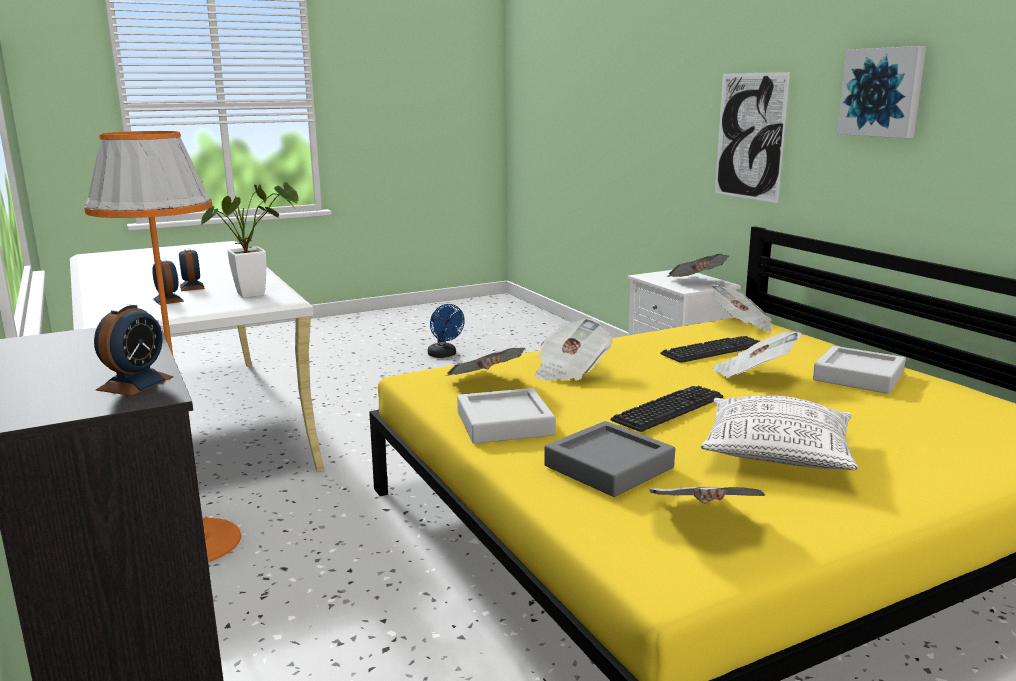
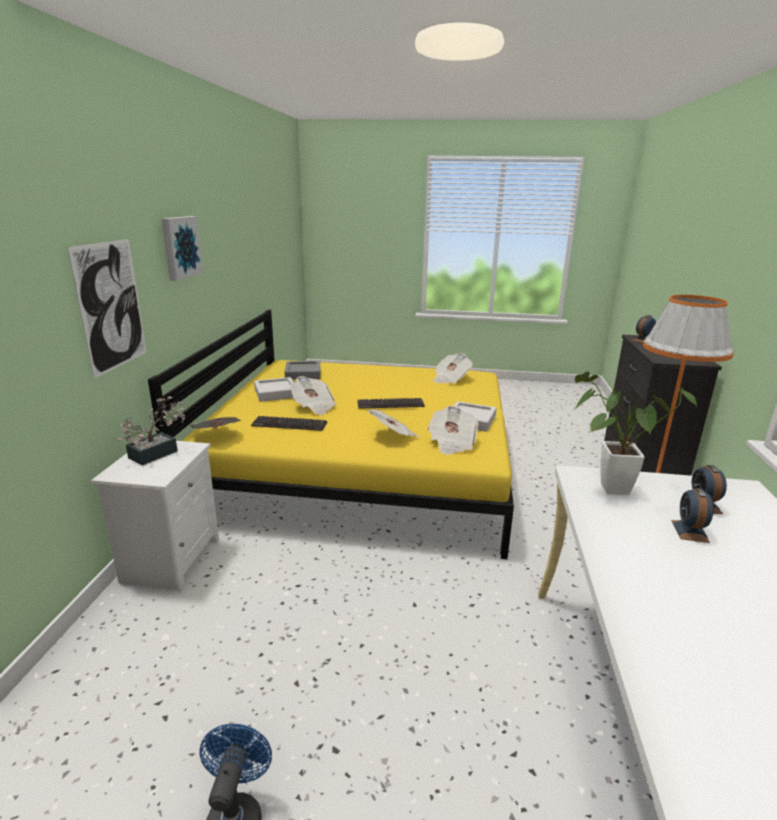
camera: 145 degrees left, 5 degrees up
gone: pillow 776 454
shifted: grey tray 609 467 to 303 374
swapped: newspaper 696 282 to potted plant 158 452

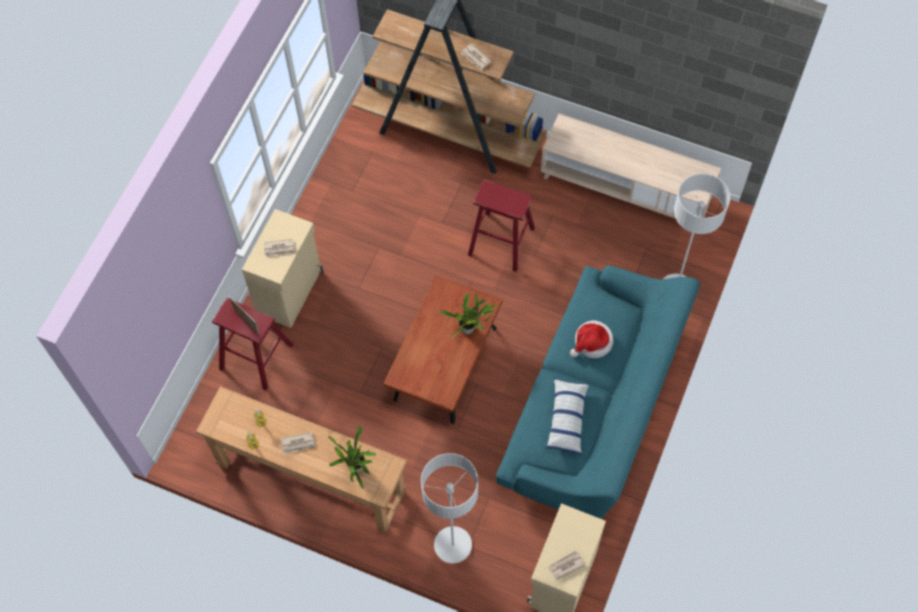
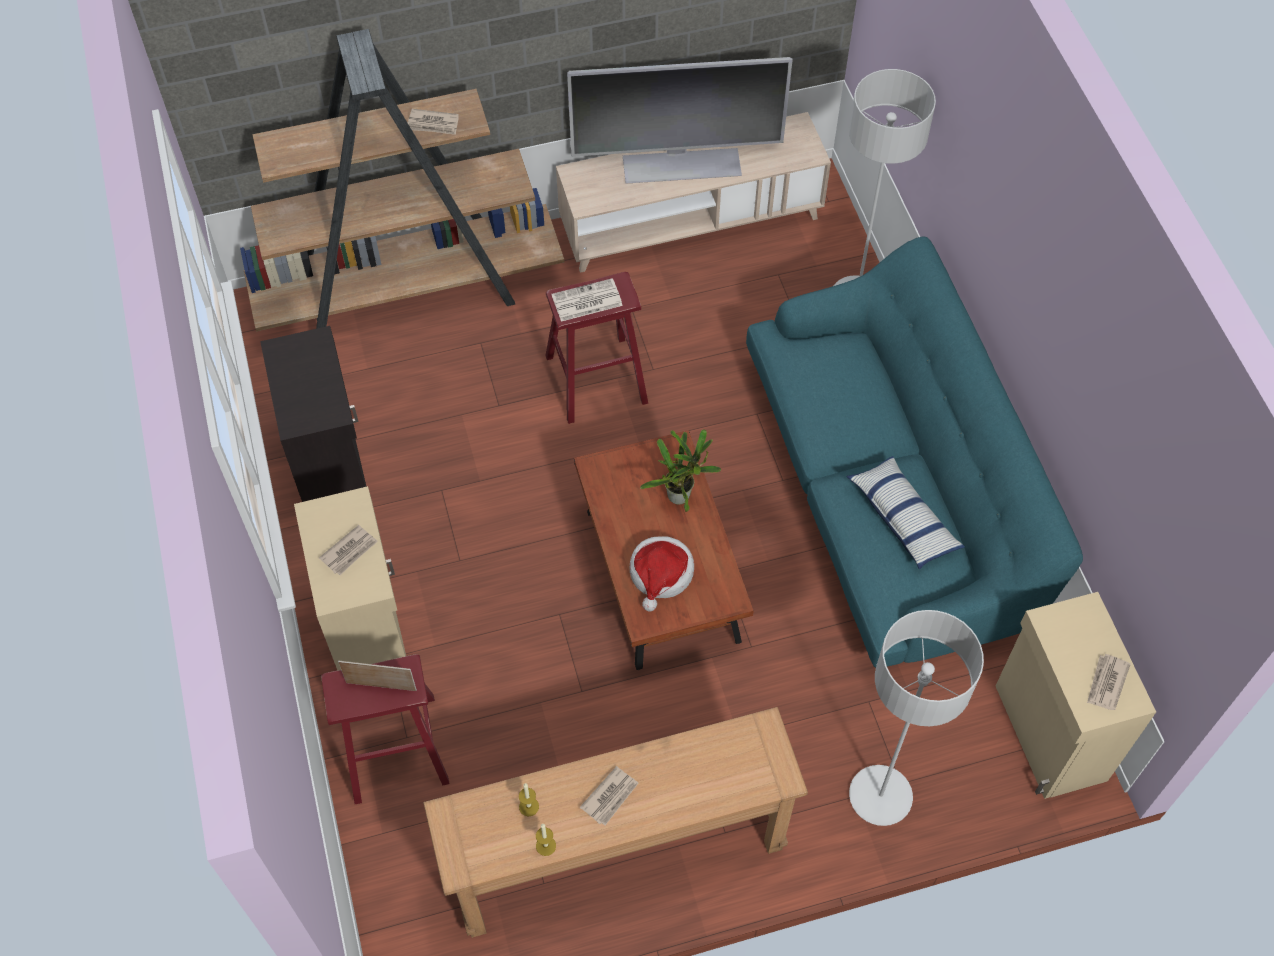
camera: 40 degrees left, 5 degrees down
gone: potted plant 356 469
new: television 681 164; newspaper 586 301; black cabinet 333 471
shifted: hat 592 343 to 661 574

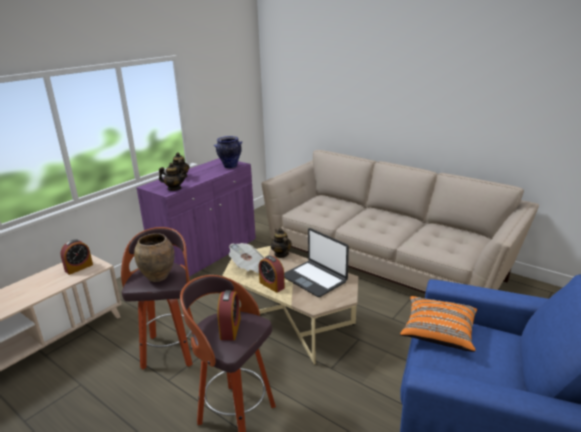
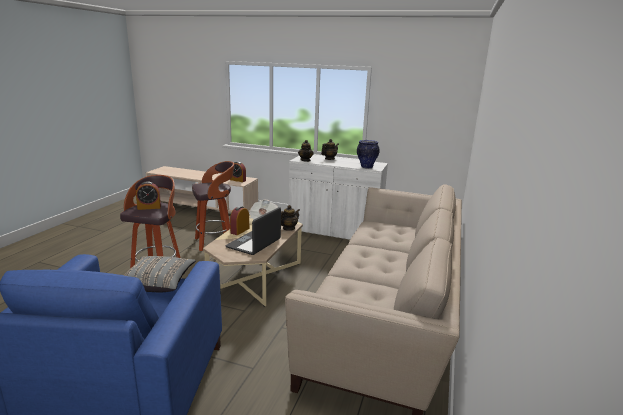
camera: 70 degrees right, 5 degrees down
gone: brown vase 158 277
repainted: purple cabinet 206 254 to white cabinet 335 231; orange pillow 438 333 to grey pillow 158 283

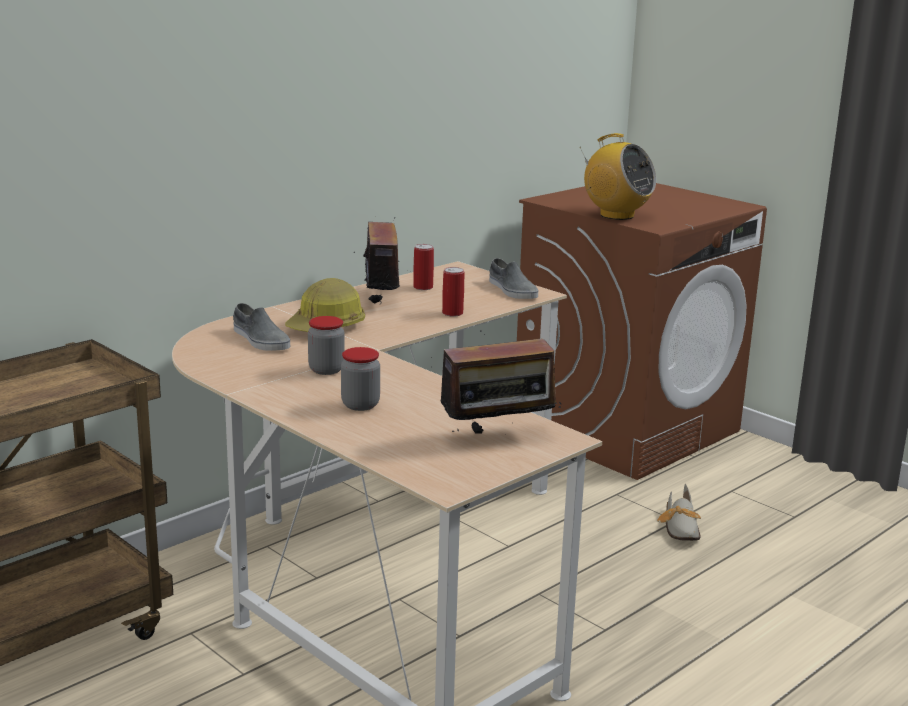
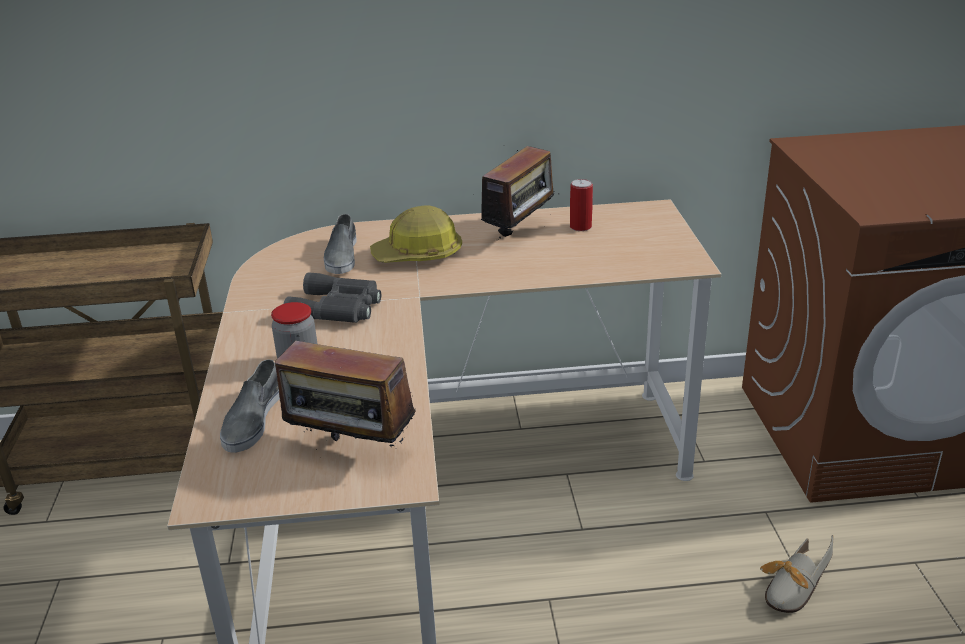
camera: 40 degrees right, 10 degrees up
gone: radio 616 215; can 452 313
shifted: grey shoe 512 290 to 253 419
swapped: jar 326 370 to grey binoculars 338 308

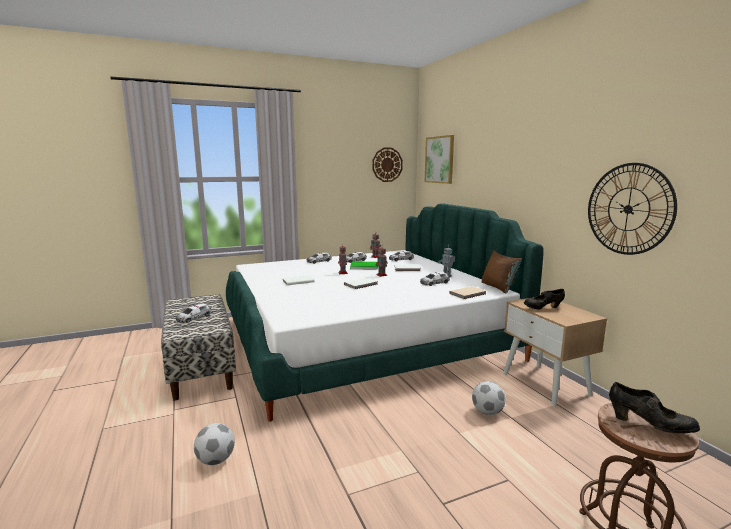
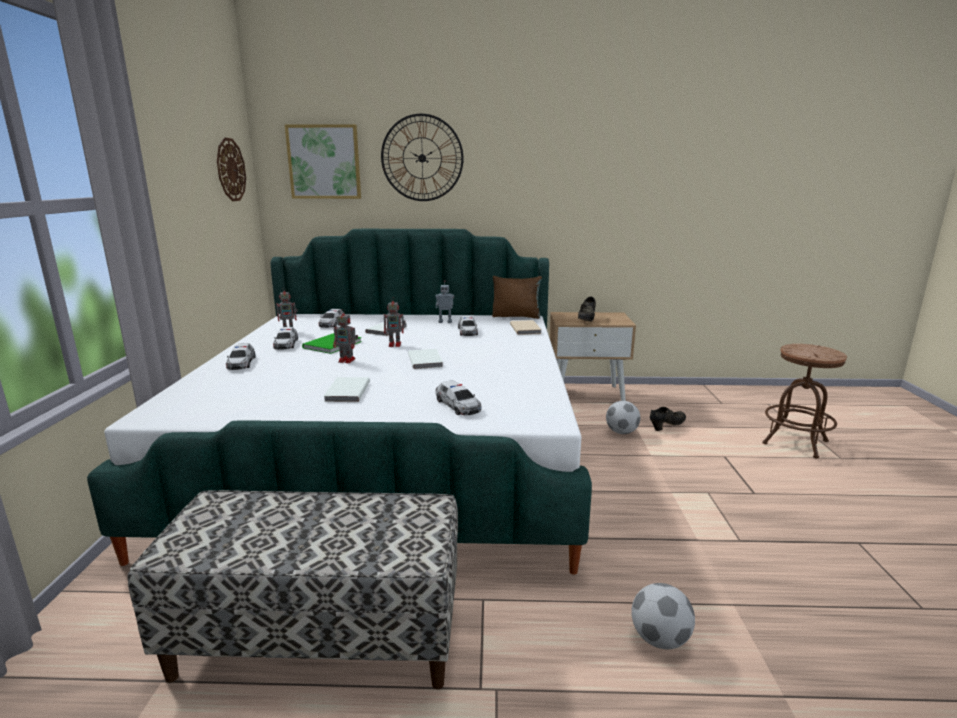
camera: 65 degrees left, 5 degrees up
shifted: wall clock 628 209 to 422 158; toy car 194 317 to 458 405; black shoe 649 425 to 667 426

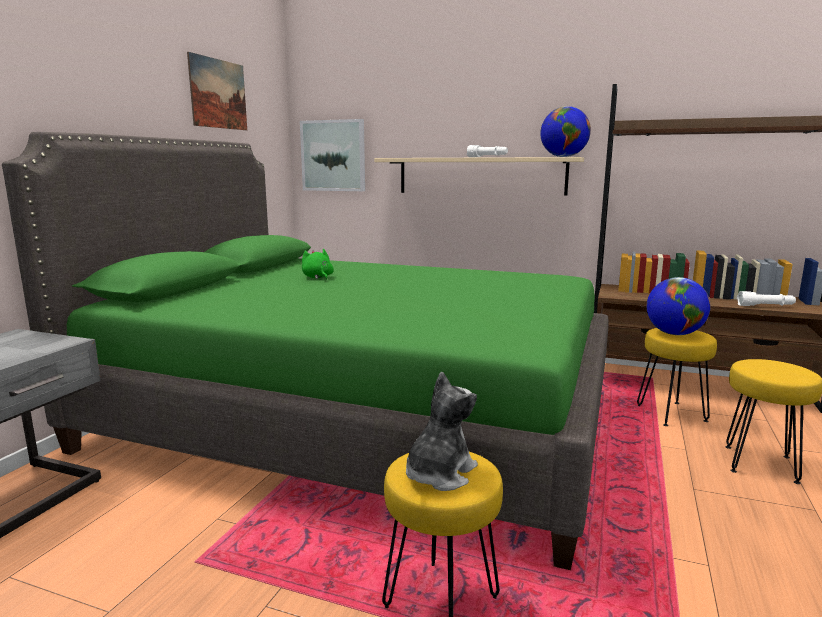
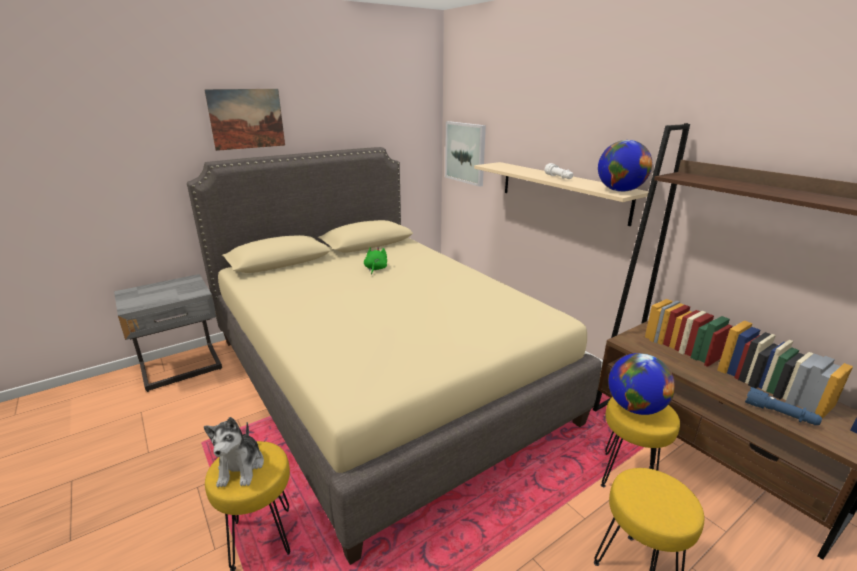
camera: 35 degrees right, 10 degrees up
shifted: picture 218 94 to 247 119
repainted: green bed 358 420 to beige bed 380 378; white flashlight 765 306 to blue flashlight 780 414
rotated: plush toy 439 474 = 241 467 105 degrees clockwise

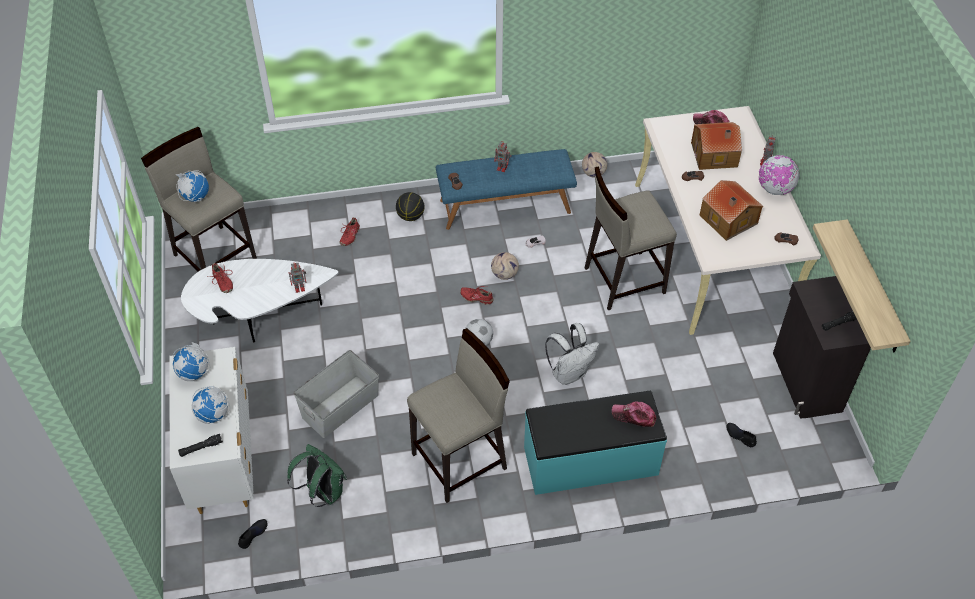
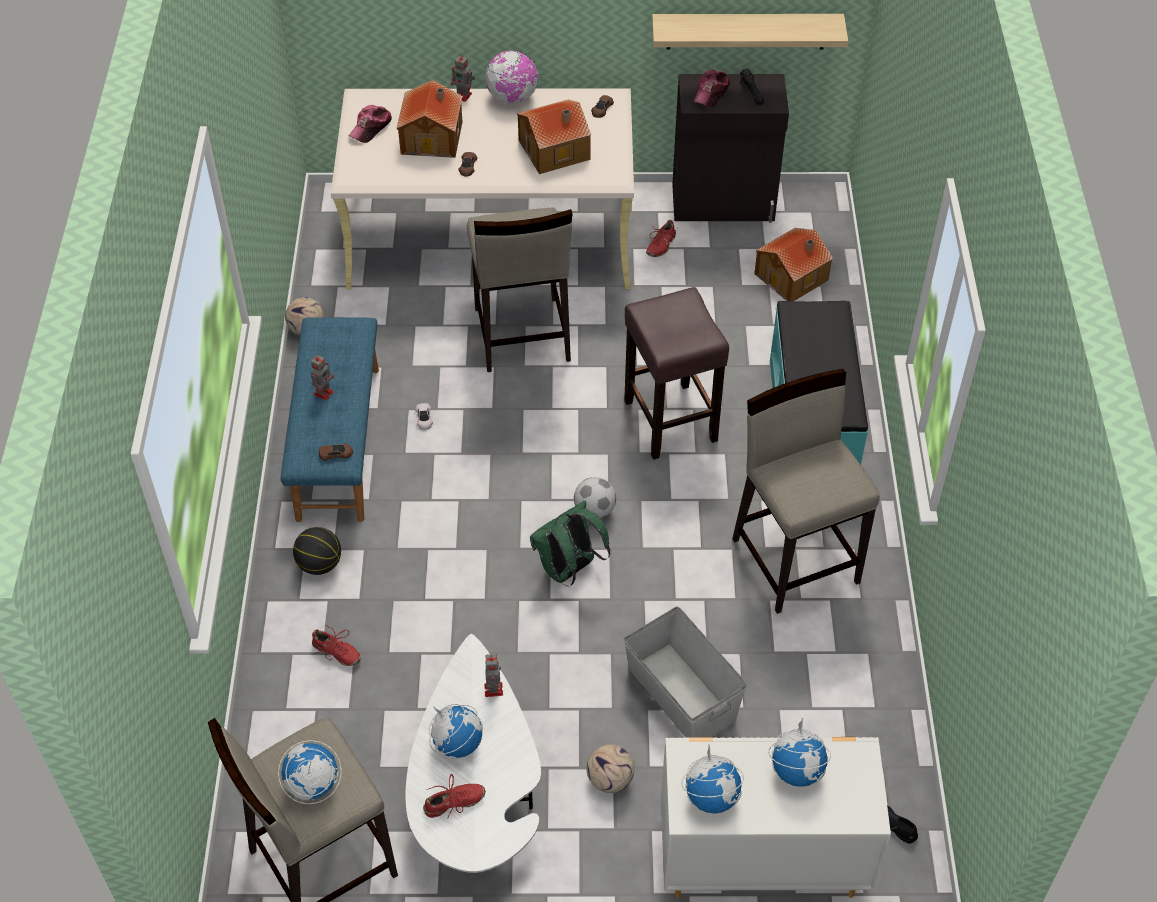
camera: 80 degrees left, 0 degrees up
gone: black flashlight 201 448
new: globe 457 743
shifted: football 505 274 to 609 779; red shoe 476 297 to 660 245; cap 634 416 to 711 92; green backpack 322 492 to 569 569
swapped: white backpack 569 373 to brown stool 669 419; black shoe 740 436 to toy house 793 277

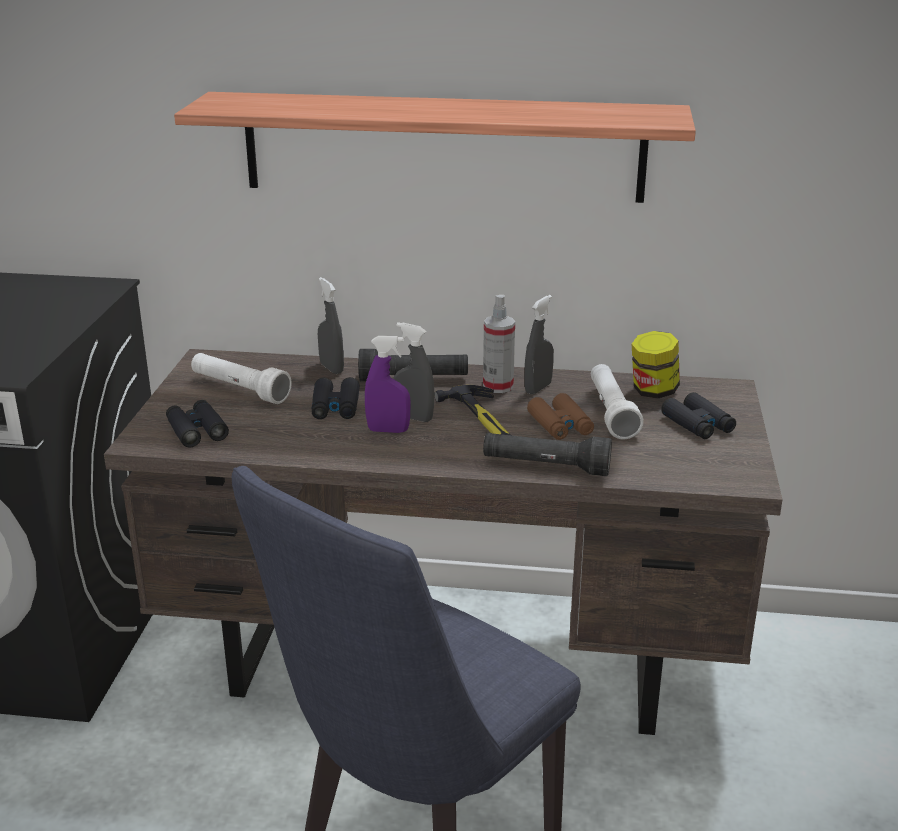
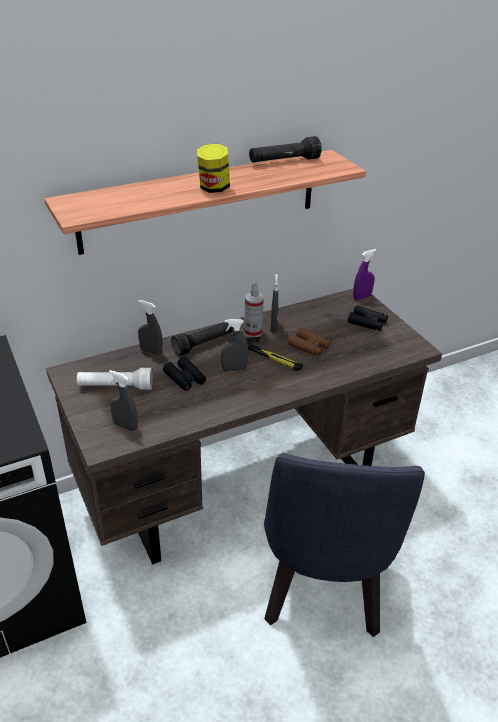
camera: 35 degrees left, 10 degrees up
gone: white flashlight 611 412
shifted: jar 653 391 to 213 188; purple spray bottle 388 430 to 362 297; black flashlight 546 467 to 284 161
swapped: black binoculars 197 431 to grey spray bottle 125 426

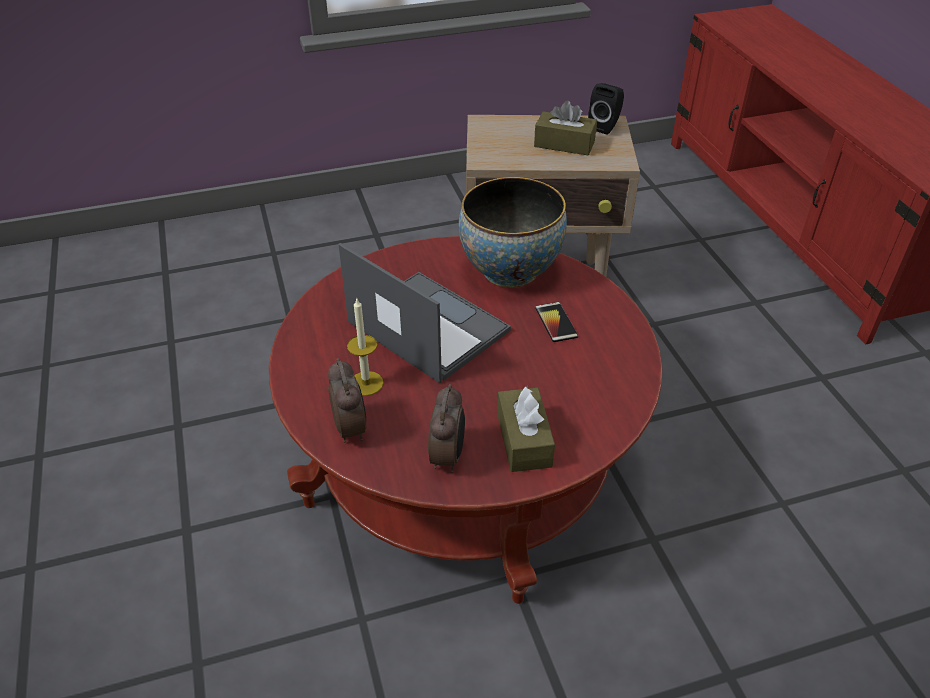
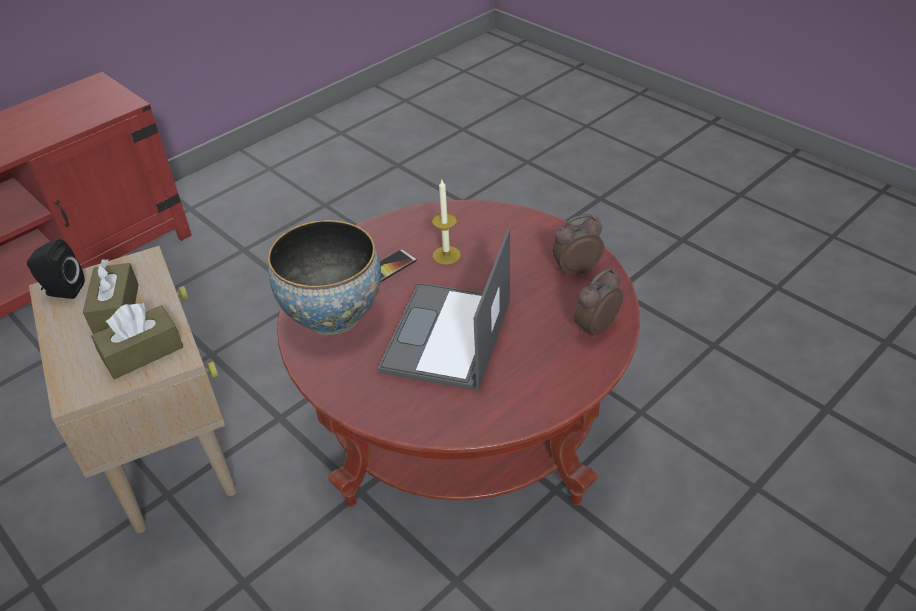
camera: 115 degrees left, 0 degrees up
shifted: candle 366 383 to 446 255; brown tissue box 524 440 to 142 352

